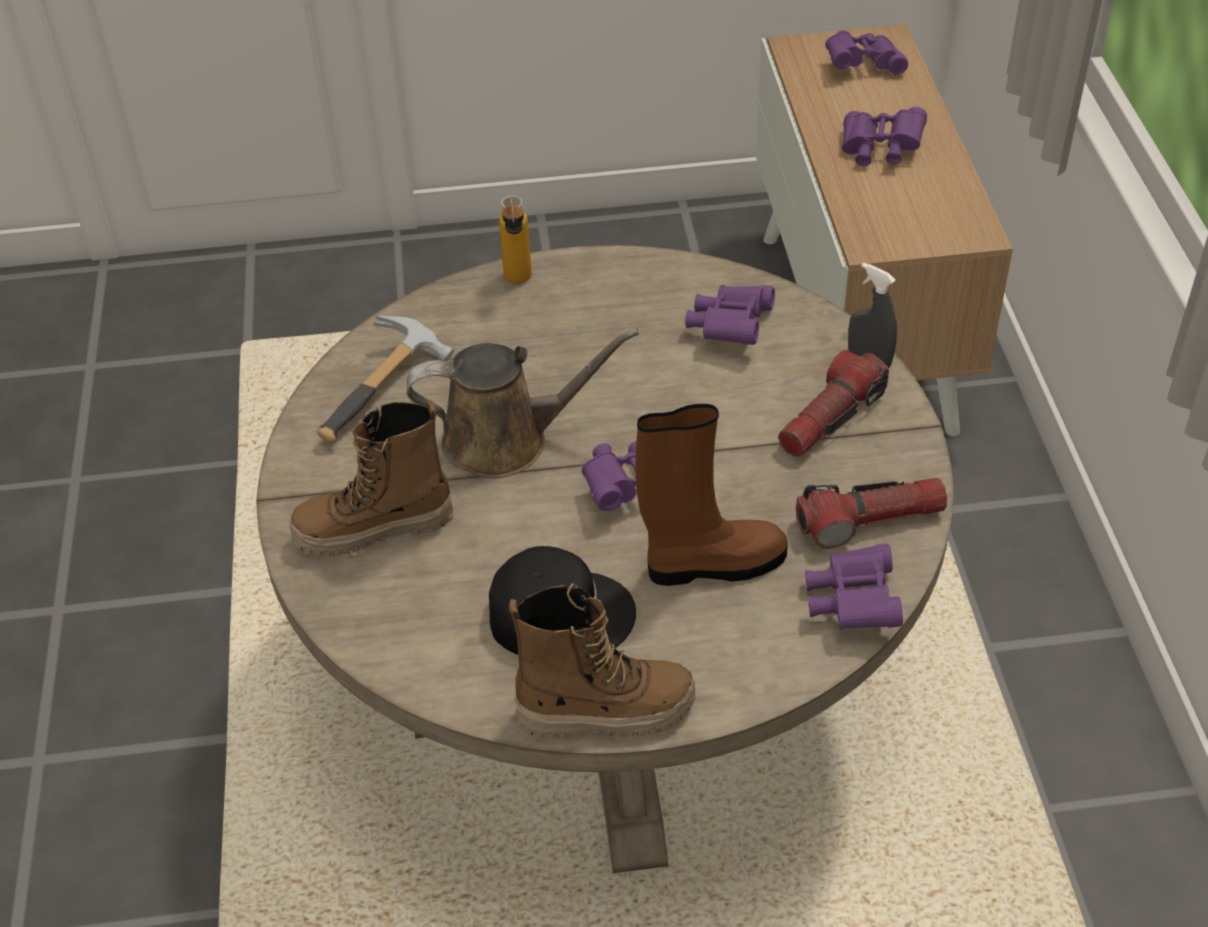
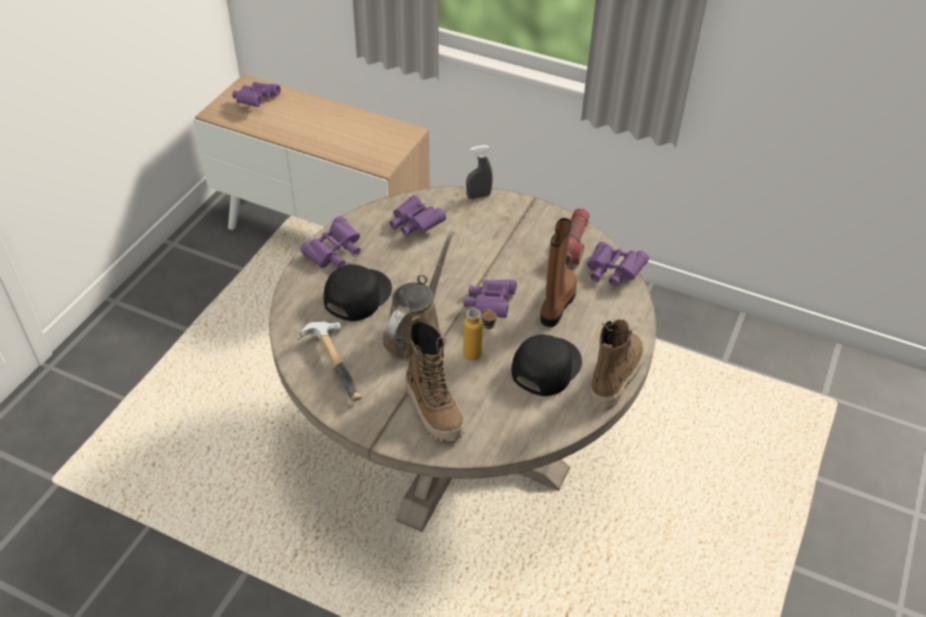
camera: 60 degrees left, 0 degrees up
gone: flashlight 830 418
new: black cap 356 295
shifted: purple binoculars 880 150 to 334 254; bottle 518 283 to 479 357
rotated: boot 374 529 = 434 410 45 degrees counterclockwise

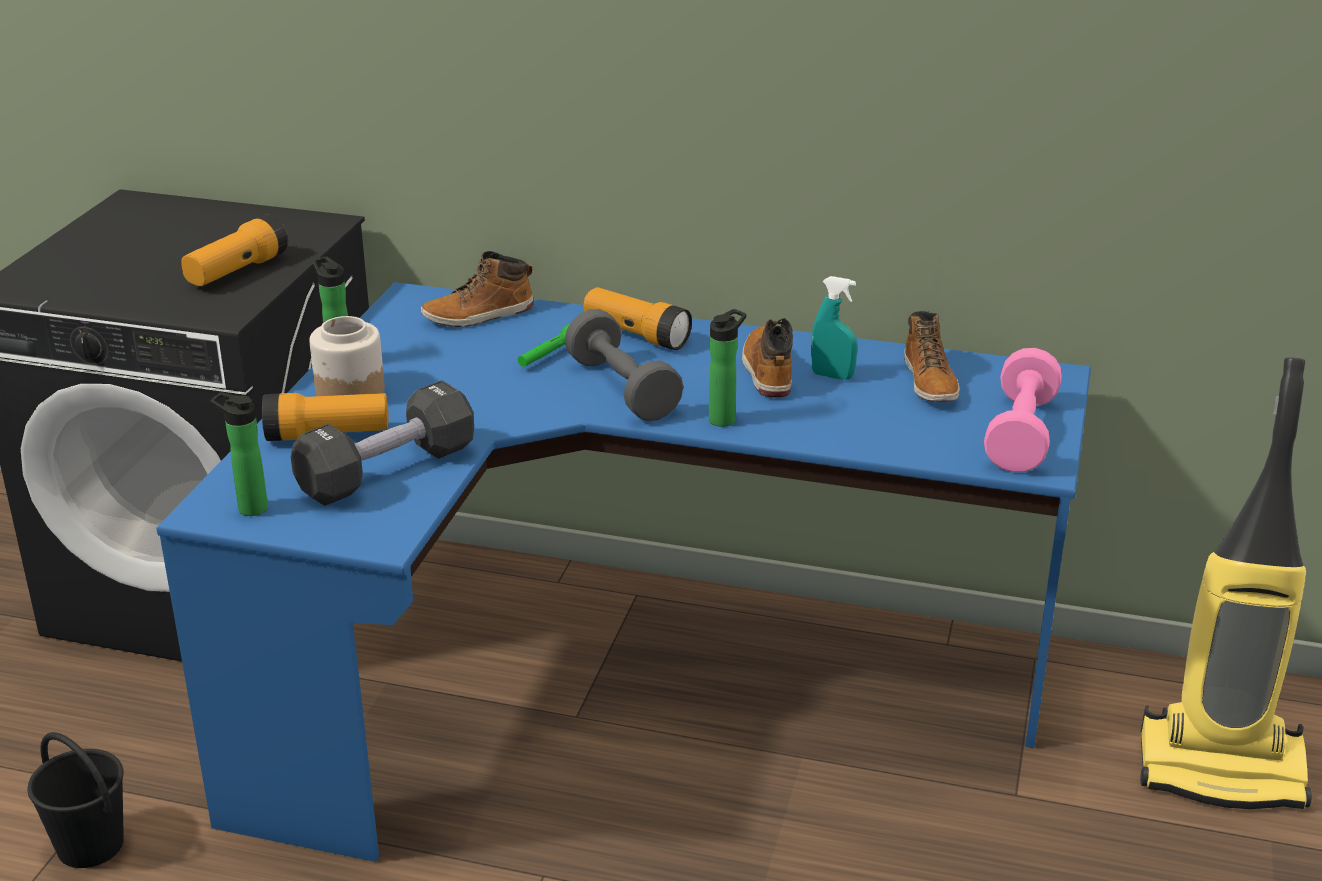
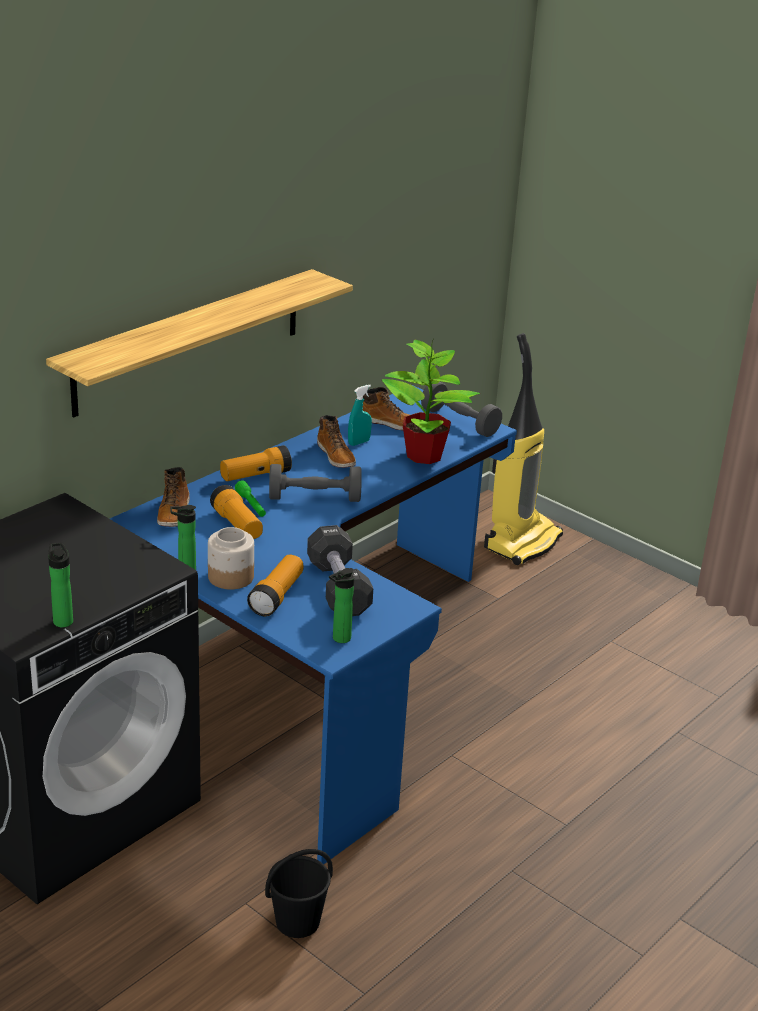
camera: 65 degrees left, 0 degrees up
new: shelf 189 341; potted plant 425 456
shifted: flashlight 237 271 to 237 525; bottle 725 419 to 62 620
repainted: pink dumbbell 1020 434 to grey dumbbell 459 422
rotated: boot 767 371 = 336 456 135 degrees counterclockwise

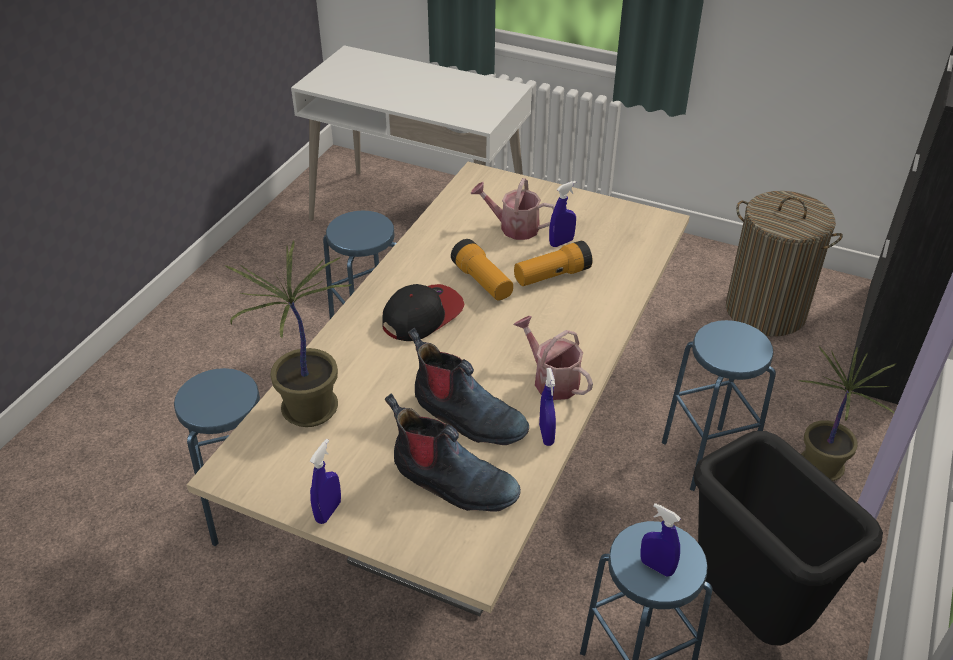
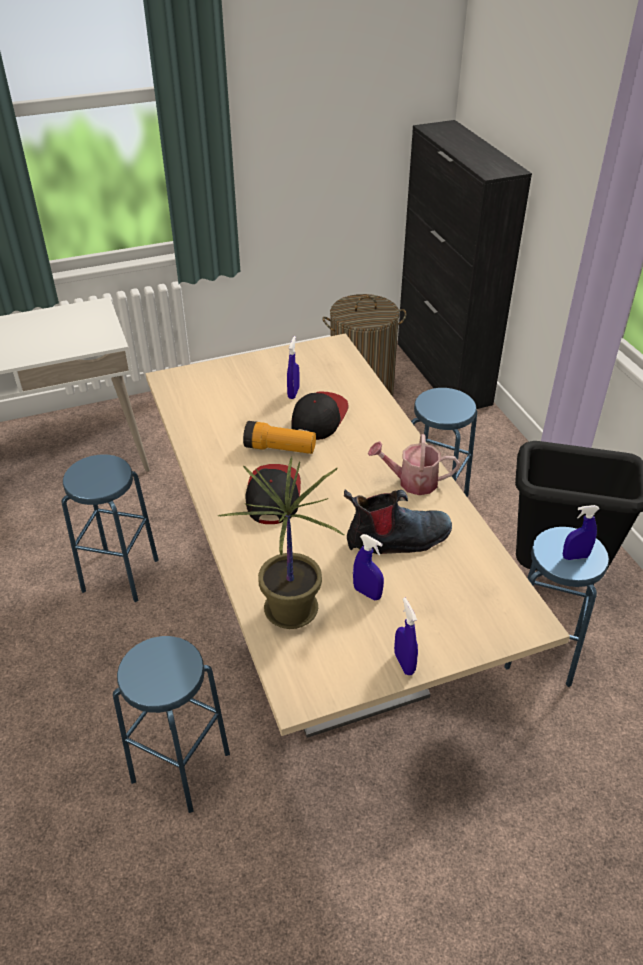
camera: 45 degrees left, 0 degrees up
gone: watering can 513 227; potted plant 821 469; boot 452 482
shifted: blue spray bottle 546 435 to 367 593
swapped: flashlight 552 276 to cap 318 418

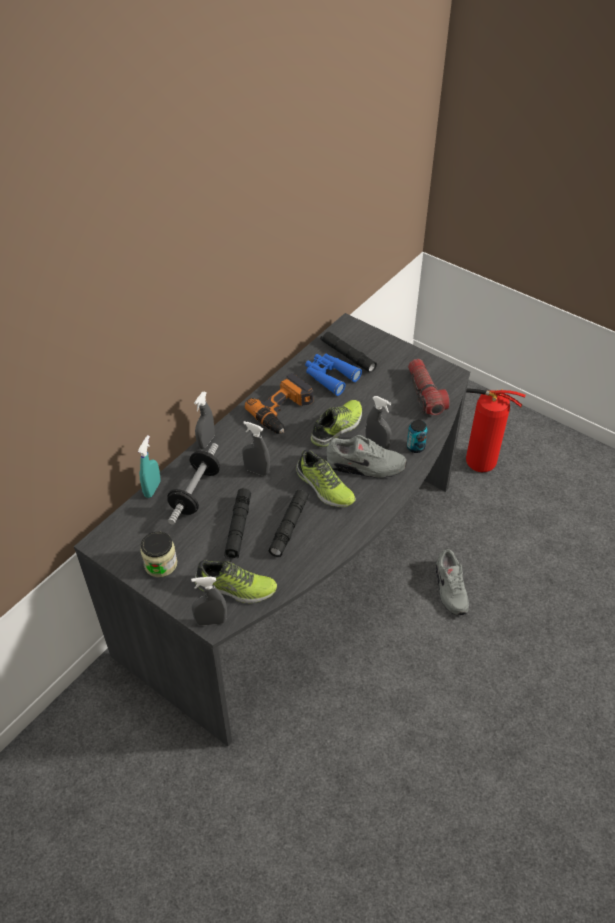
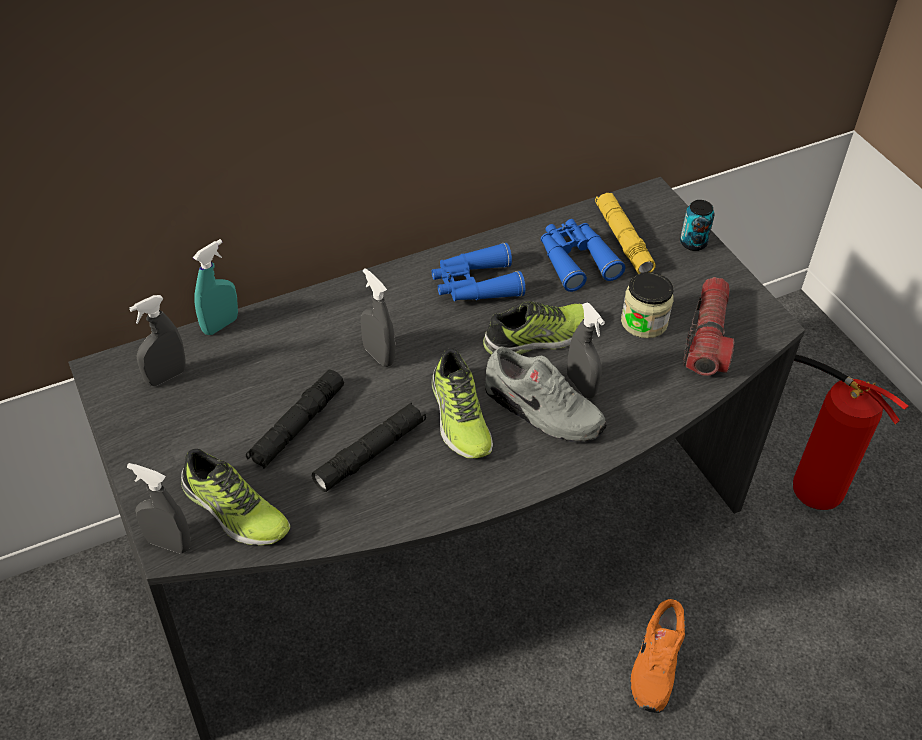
camera: 25 degrees right, 0 degrees up
gone: dumbbell 195 492
shifted: grey spray bottle 206 441 to 166 376; can 415 447 to 693 243; jar 160 564 to 644 322
swapped: power drill 284 411 to blue binoculars 475 285
repainted: black flashlight 348 356 to yellow flashlight 623 239; grey shoe 449 589 to orange shoe 655 664

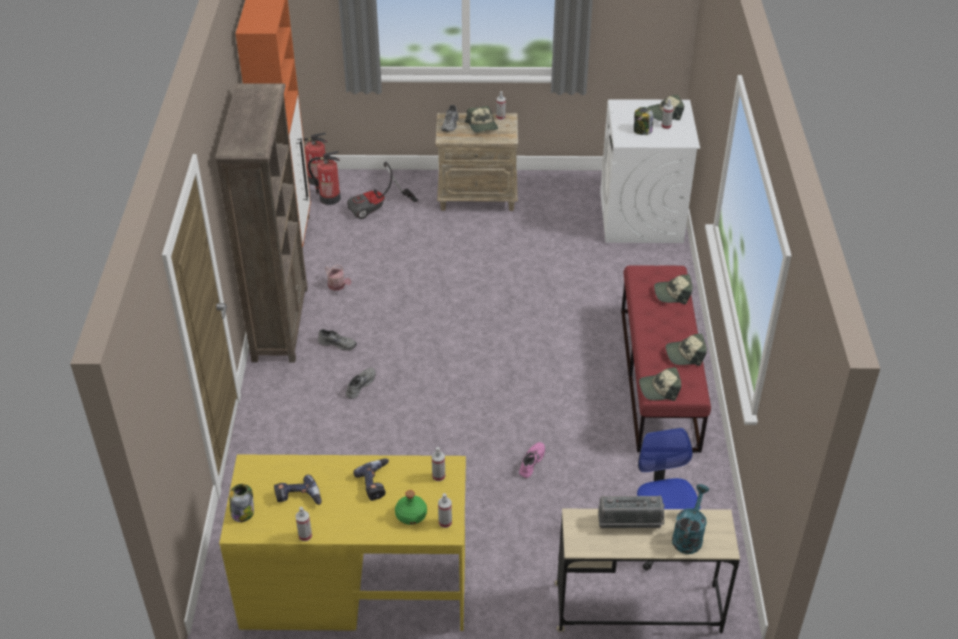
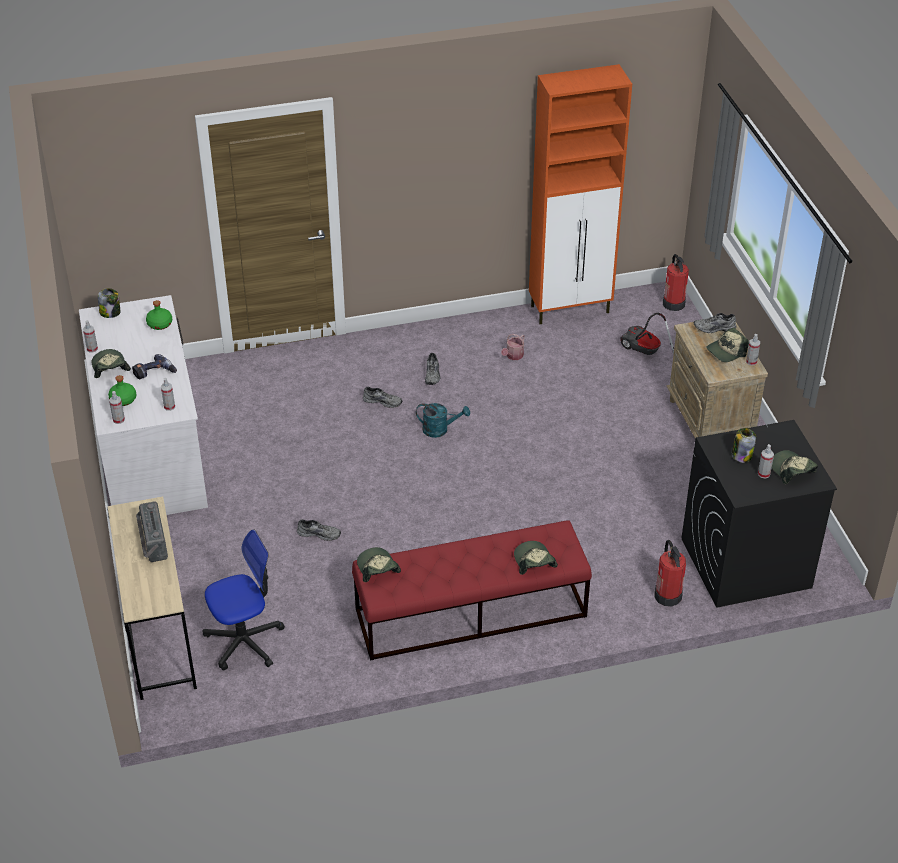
camera: 75 degrees right, 0 degrees up
gone: brown bookcase 280 323; power drill 298 498
new: green bottle 160 324
shifted: fire extinguisher 329 198 to 668 595; cap 685 354 to 109 367; turquoise watering can 688 535 to 440 430
repainted: white washing machine 641 217 to black washing machine 745 563; pink shoe 530 462 to grey shoe 319 533; yellow desk 355 585 to white desk 151 450

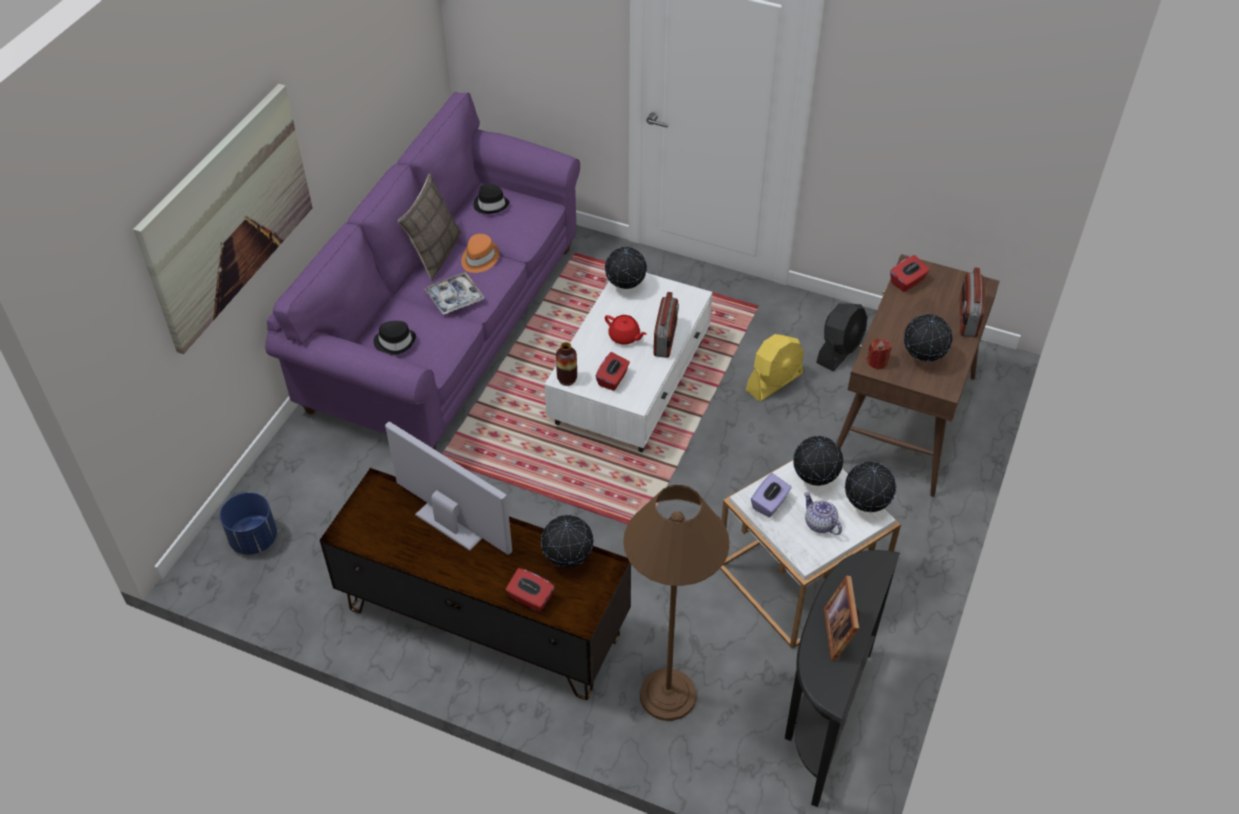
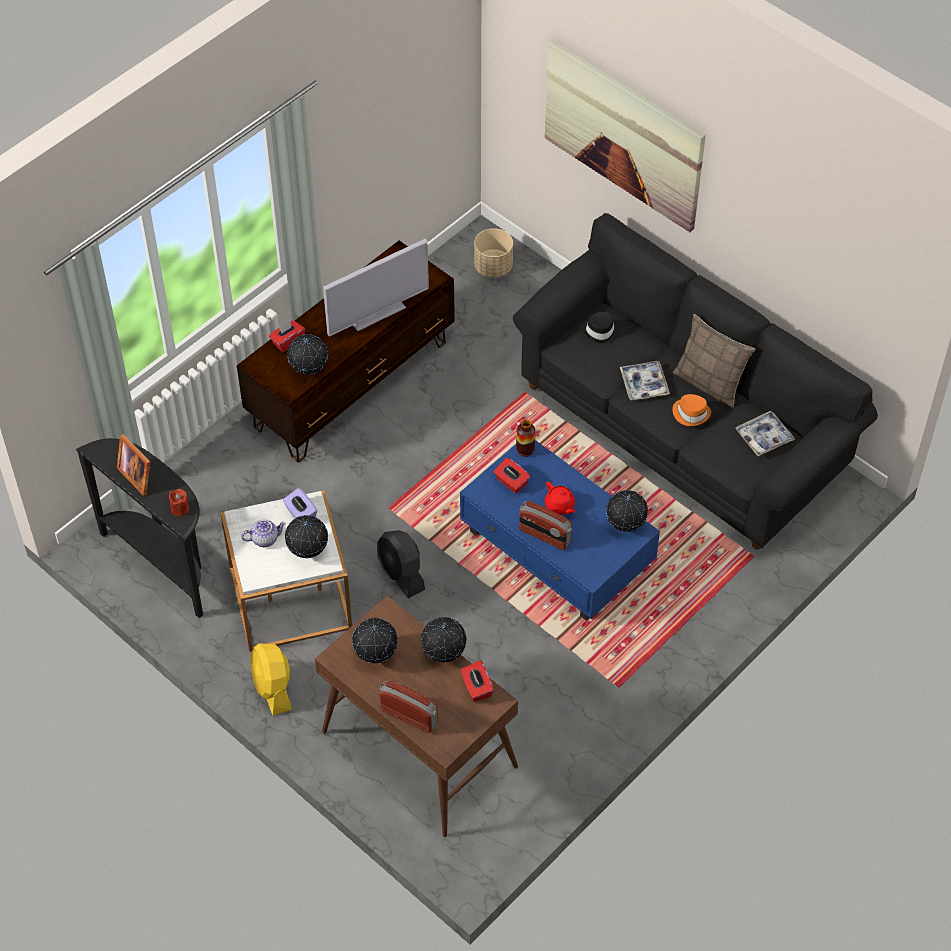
camera: 110 degrees right, 5 degrees up
gone: brown floor lamp 668 695
shifted: black fan 840 350 to 401 574; yellow fan 774 382 to 273 688; red candle 877 362 to 180 509; globe 865 506 to 444 655
swapped: black hat 491 204 to tray 764 437
repainted: purple sofa 445 328 to black sofa 682 430; white coffee table 631 381 to blue coffee table 558 550; blue planter 253 539 to beige planter 493 267
rotated: red teapot 624 337 = 559 506 90 degrees counterclockwise; picture frame 842 631 = 138 475 150 degrees counterclockwise

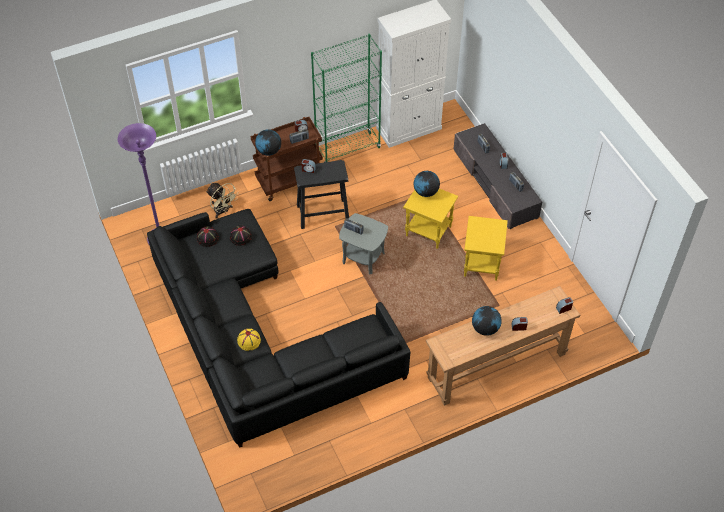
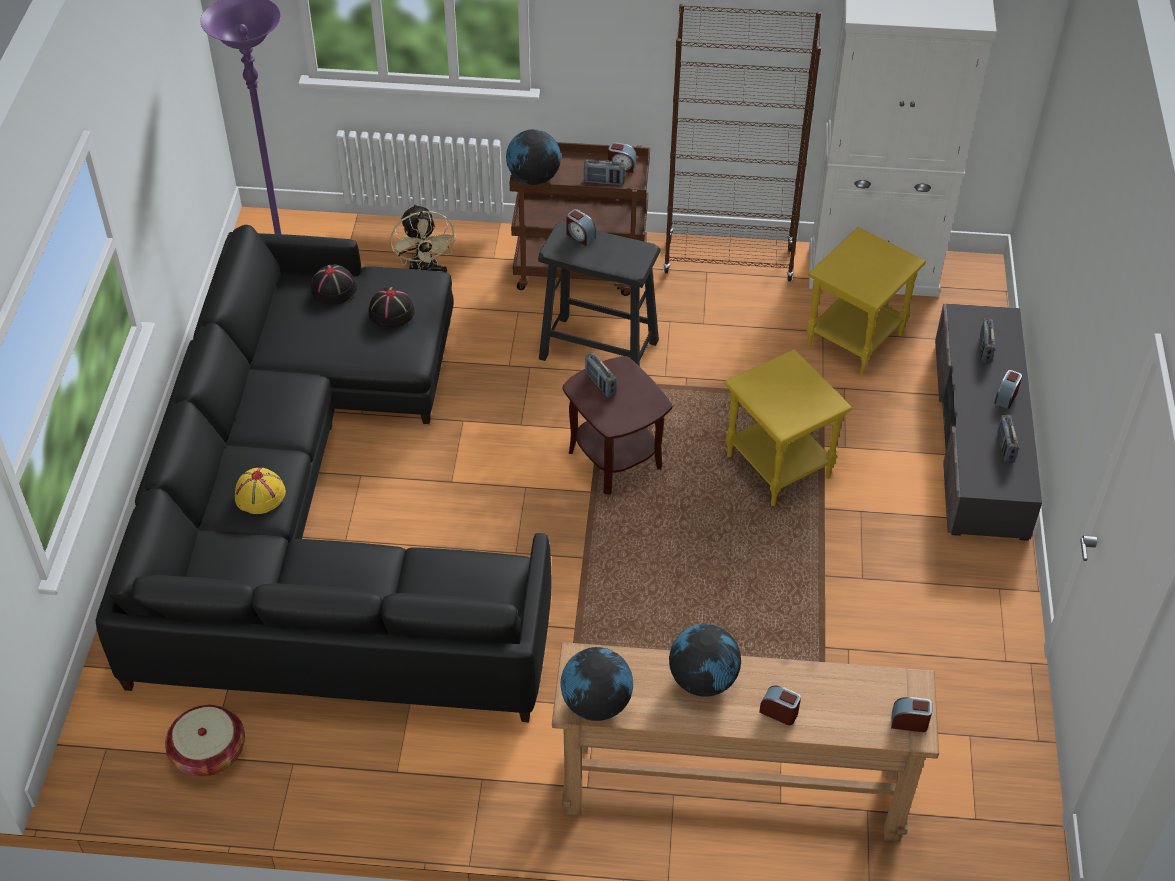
camera: 30 degrees right, 5 degrees down
new: basket 209 752
shifted: globe 425 192 to 596 703; yellow side table 481 264 to 854 339
repainted: green bookcase 348 149 to brown bookcase 728 260; grey side table 363 257 to brown side table 616 459

